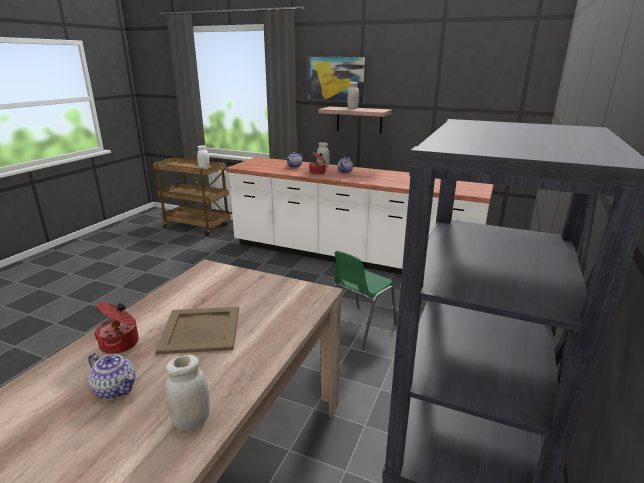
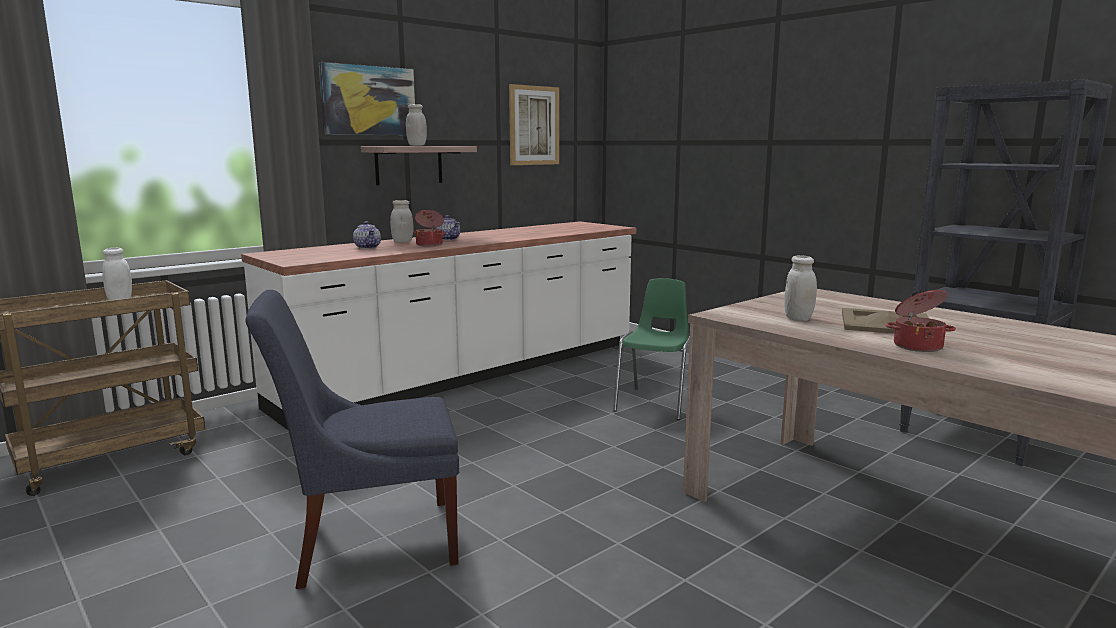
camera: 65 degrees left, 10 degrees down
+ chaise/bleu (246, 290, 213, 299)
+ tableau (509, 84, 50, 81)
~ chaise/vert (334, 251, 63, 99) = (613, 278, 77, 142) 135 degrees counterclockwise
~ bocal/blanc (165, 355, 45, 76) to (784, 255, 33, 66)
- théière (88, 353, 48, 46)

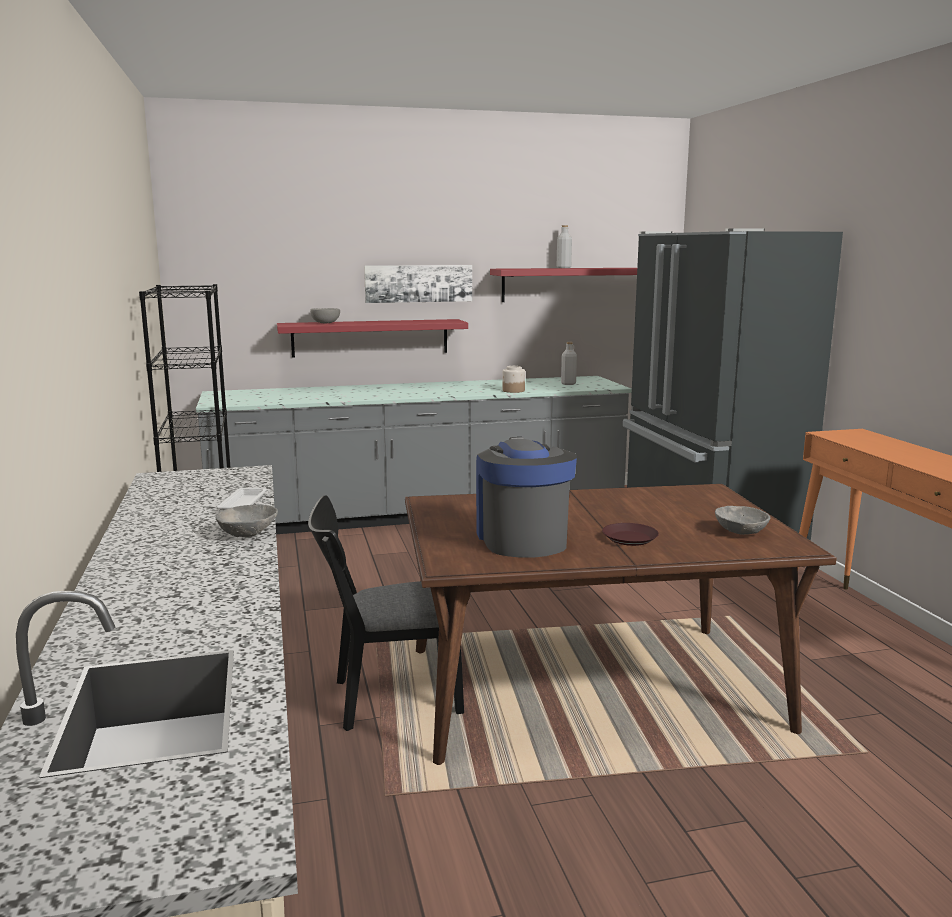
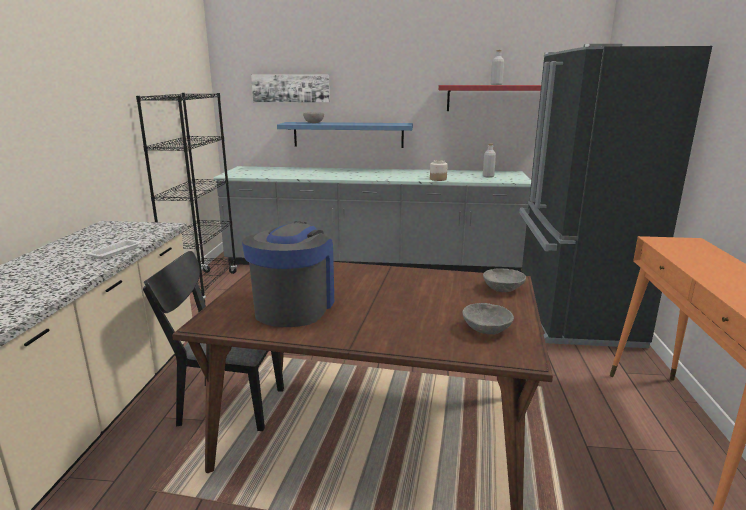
camera: 20 degrees right, 5 degrees up
~ tableau (364, 265, 108, 38) to (251, 75, 79, 28)
~ étagère/rouge (277, 319, 191, 39) to étagère/bleu (277, 122, 136, 26)
~ bol/gris (216, 505, 62, 32) to (483, 268, 43, 24)
- assiette/marron (602, 523, 57, 23)

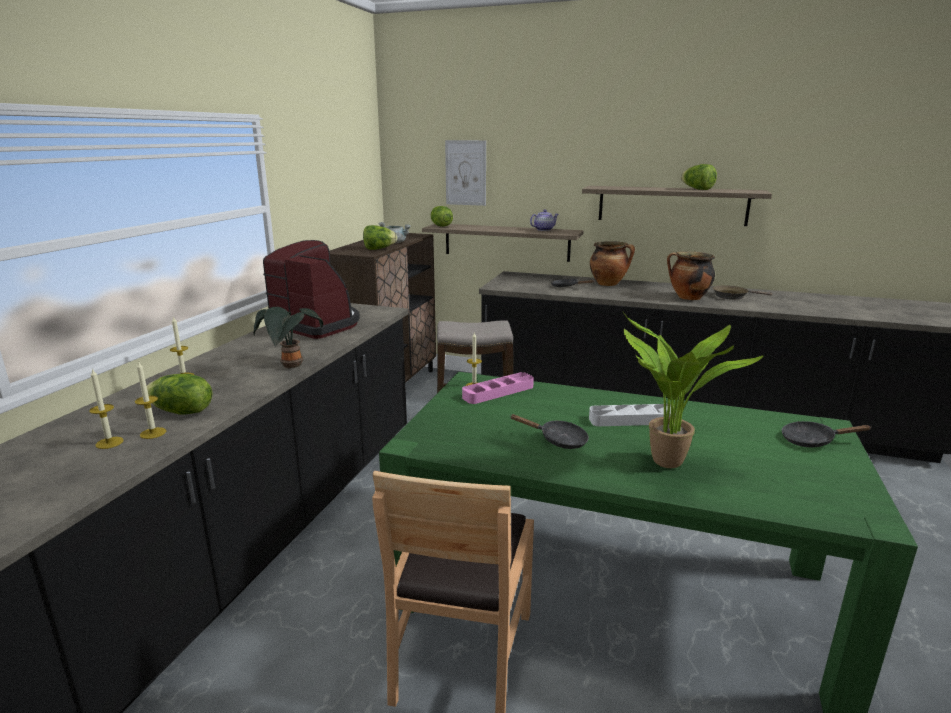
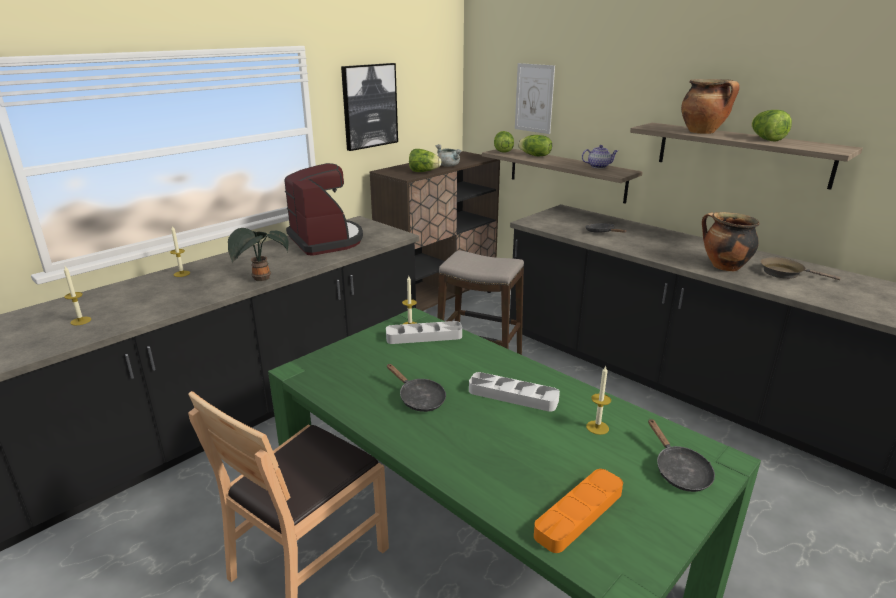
camera: 25 degrees right, 5 degrees up
+ tableau (341, 63, 57, 88)
~ plateau/rose (462, 372, 72, 32) to plateau/gris (386, 321, 76, 23)
~ laitue (147, 374, 65, 40) to (518, 135, 34, 21)
+ plateau/orange (534, 469, 89, 84)
~ bougie (135, 361, 31, 78) to (586, 366, 25, 69)
~ poêle/noir (782, 421, 89, 26) = (648, 419, 67, 73) 135 degrees counterclockwise
~ marmite (590, 241, 45, 45) to (681, 79, 58, 55)
- plante en pot (623, 312, 140, 156)

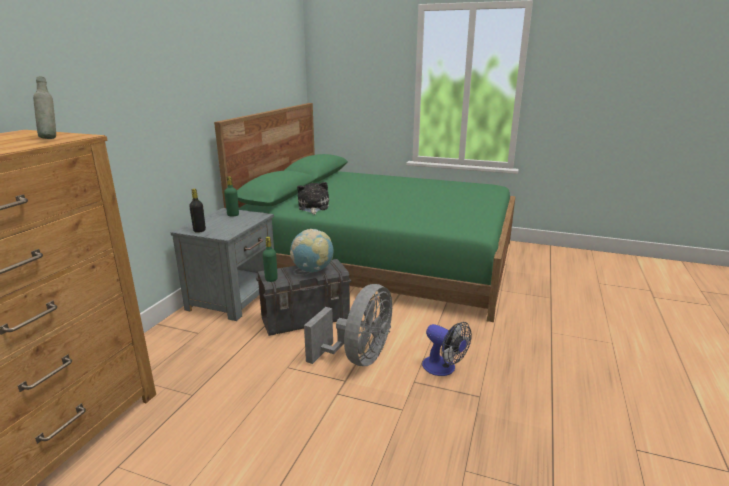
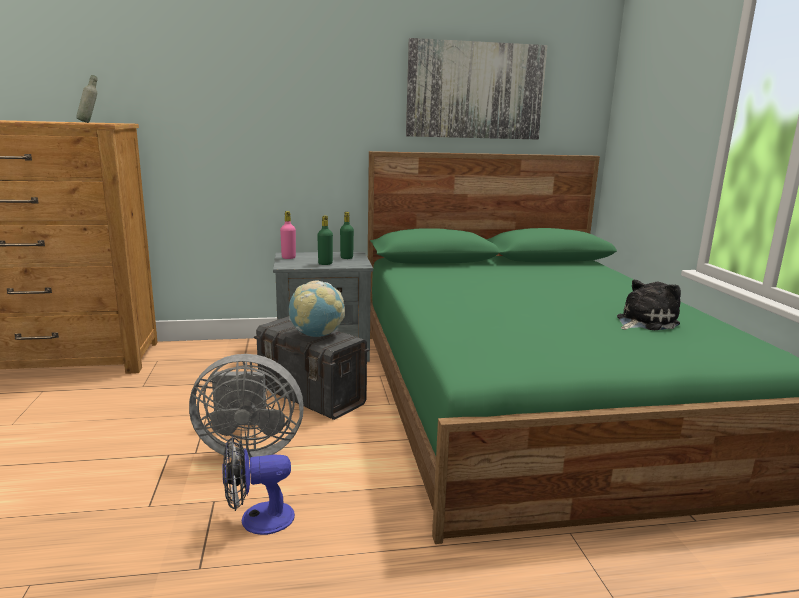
camera: 60 degrees right, 5 degrees down
~ ventilateur (422, 322, 50, 54) = (222, 437, 73, 98) 60 degrees clockwise
~ bouteille/noir (189, 189, 17, 44) to bouteille/rose (280, 211, 16, 48)
~ bouteille/vert (263, 237, 15, 45) to (317, 216, 16, 49)
+ tableau (406, 38, 141, 102)
~ peluche (297, 182, 32, 33) to (617, 280, 64, 50)

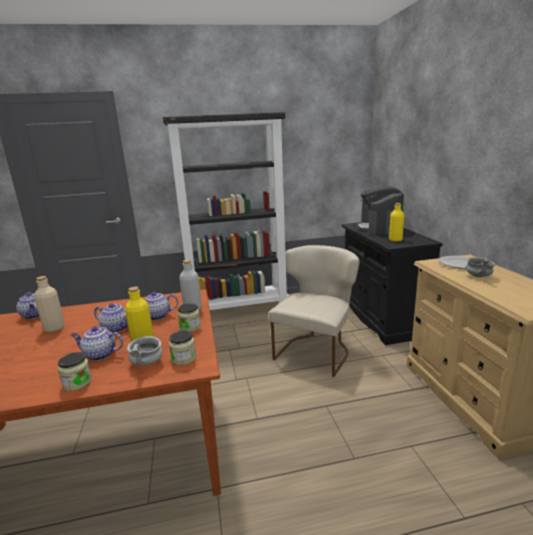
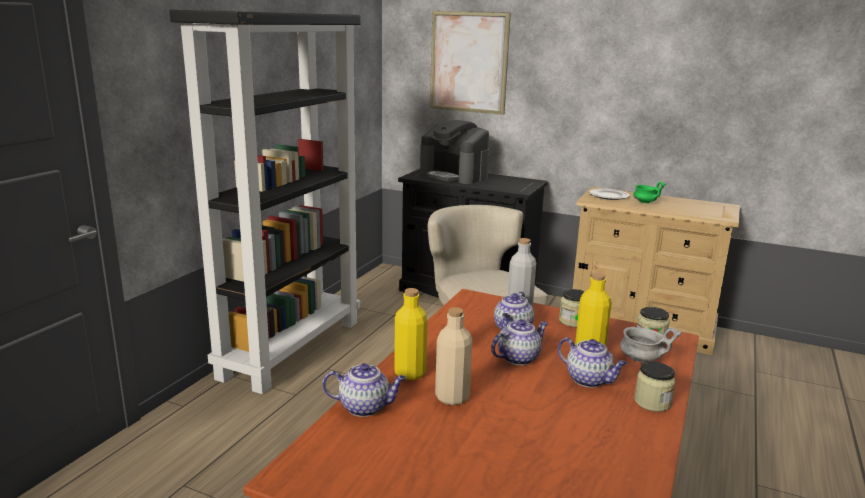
camera: 55 degrees left, 0 degrees up
~ bouteille/jaune (389, 203, 15, 39) to (394, 288, 34, 92)
+ tableau (430, 11, 81, 104)
~ théière (71, 326, 52, 35) = (558, 338, 70, 49) 90 degrees counterclockwise
~ bol/gris (465, 257, 30, 21) to bol/vert (633, 182, 33, 21)

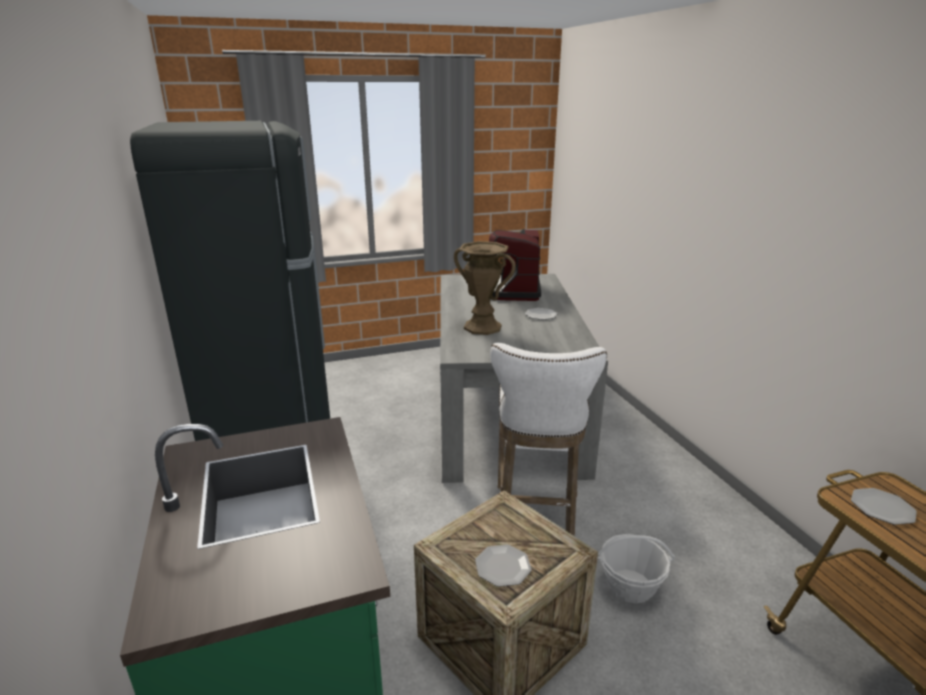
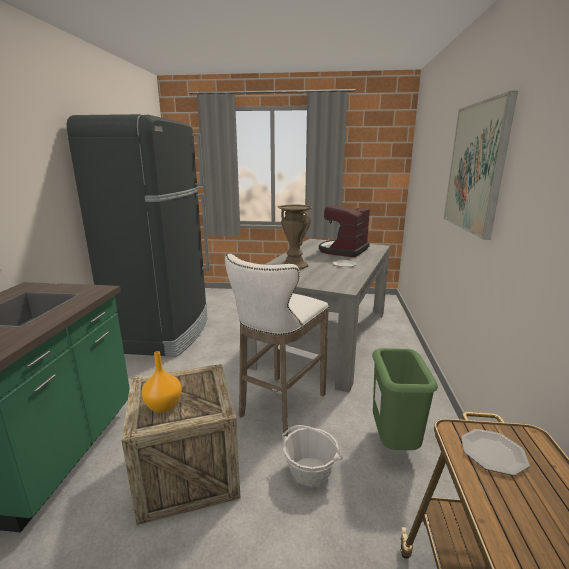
camera: 25 degrees right, 5 degrees down
~ assiette (475, 545, 57, 42) to vase/orange (142, 351, 40, 62)
+ poubelle/vert (372, 348, 66, 102)
+ tableau (443, 91, 75, 149)

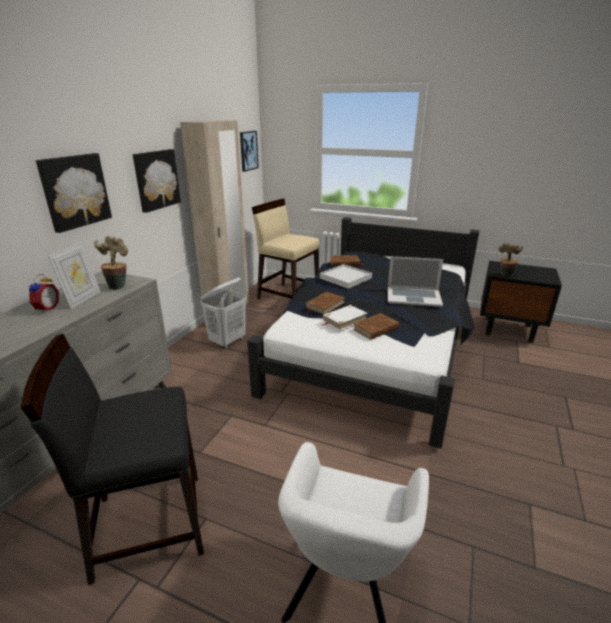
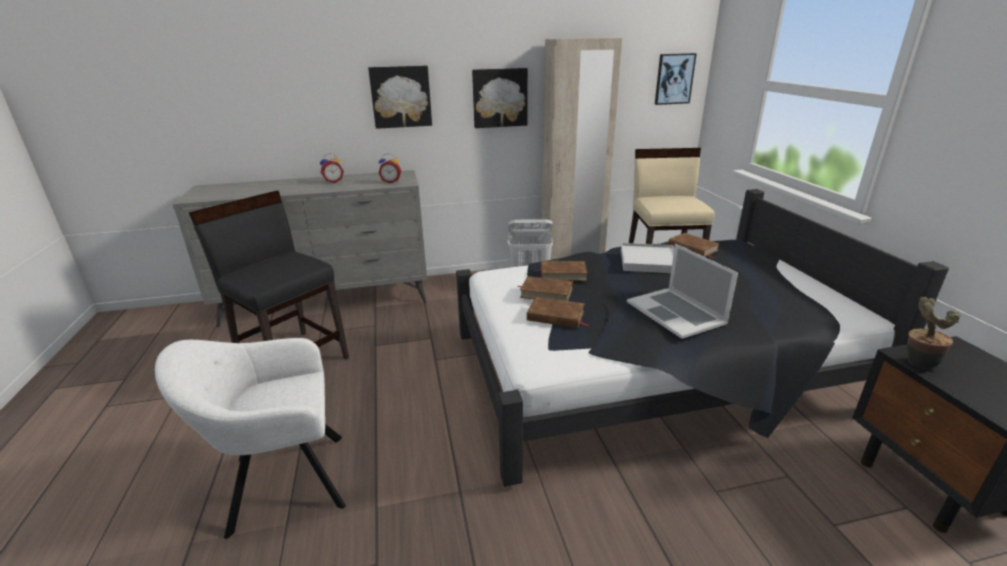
camera: 55 degrees right, 0 degrees up
~ plante en pot (94, 236, 34, 54) to réveil (378, 154, 24, 29)
~ livre/blanc (322, 305, 45, 25) to livre/marron (517, 276, 56, 25)
- cadre photo (48, 242, 53, 67)

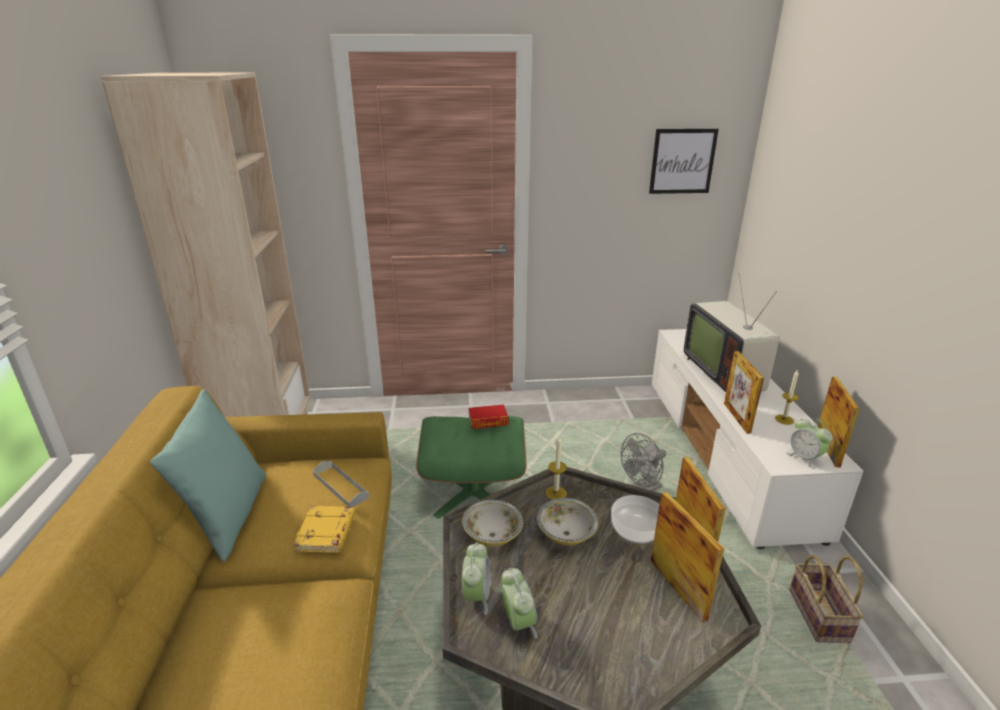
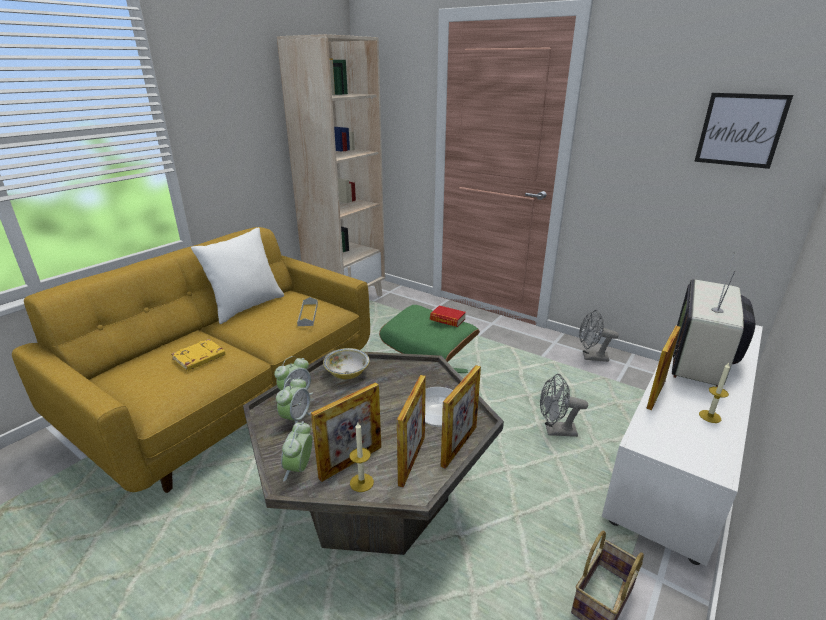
camera: 40 degrees right, 0 degrees up
~ livre/jaune (293, 506, 62, 47) to (172, 339, 53, 32)
~ coussin/turquoise (150, 389, 116, 173) to coussin/blanc (191, 228, 93, 96)
~ réveil (786, 418, 47, 51) to (281, 421, 31, 61)
~ cadre photo (818, 377, 42, 91) to (311, 382, 70, 100)
~ bougie (546, 437, 21, 63) to (349, 423, 25, 69)
+ ventilateur/gris (579, 310, 40, 52)
- bol (537, 498, 61, 48)

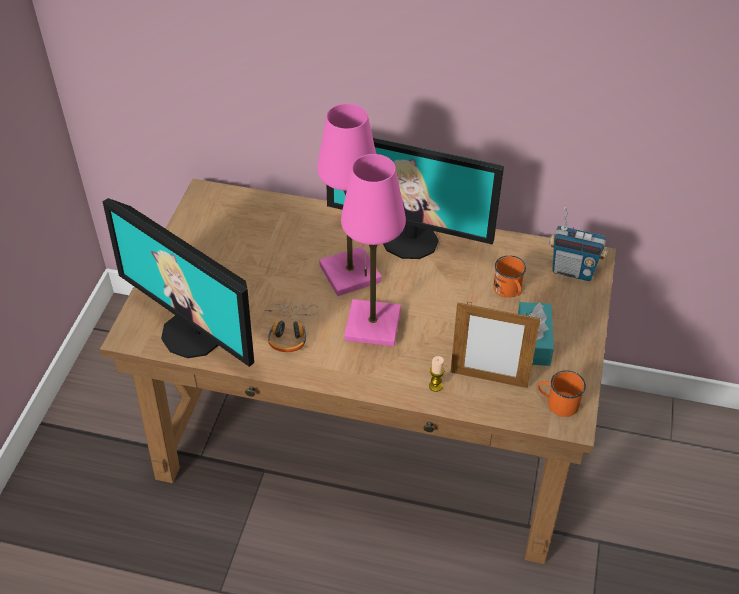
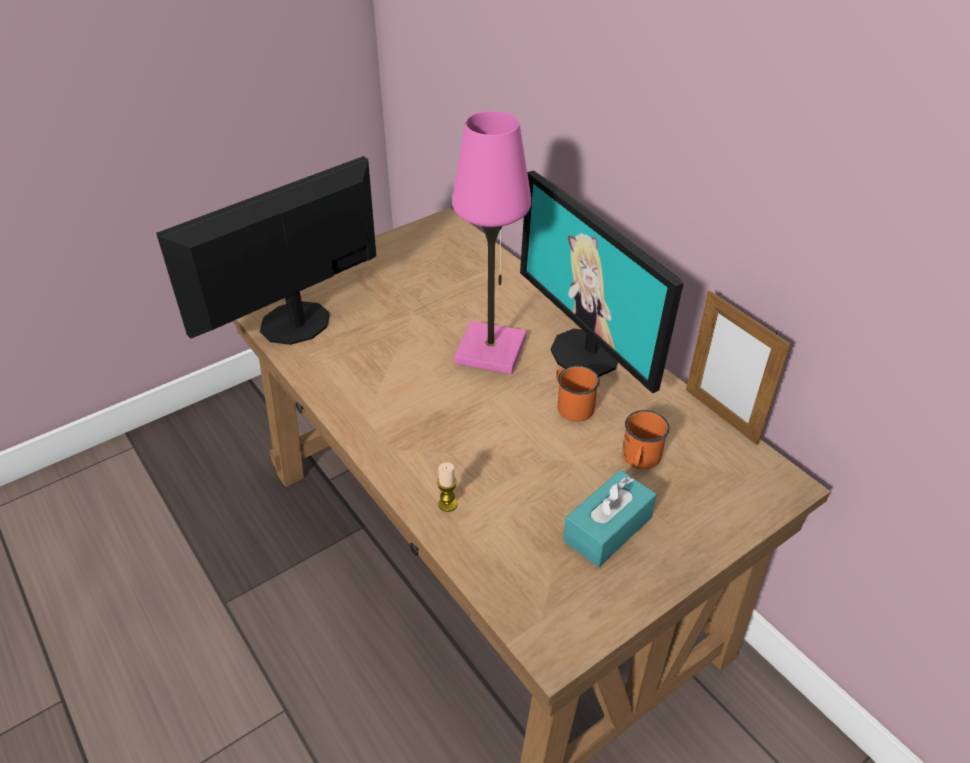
camera: 40 degrees right, 5 degrees down
~ écran d'ordinateur (103, 198, 151, 169) = (156, 156, 220, 189) 60 degrees clockwise
~ mug/orange (538, 370, 48, 47) to (556, 366, 44, 55)
~ cadre photo (451, 302, 90, 86) to (686, 290, 105, 155)
- casque audio (265, 302, 54, 50)
- lampe de table/rose (341, 154, 65, 193)
- radio (549, 207, 59, 74)

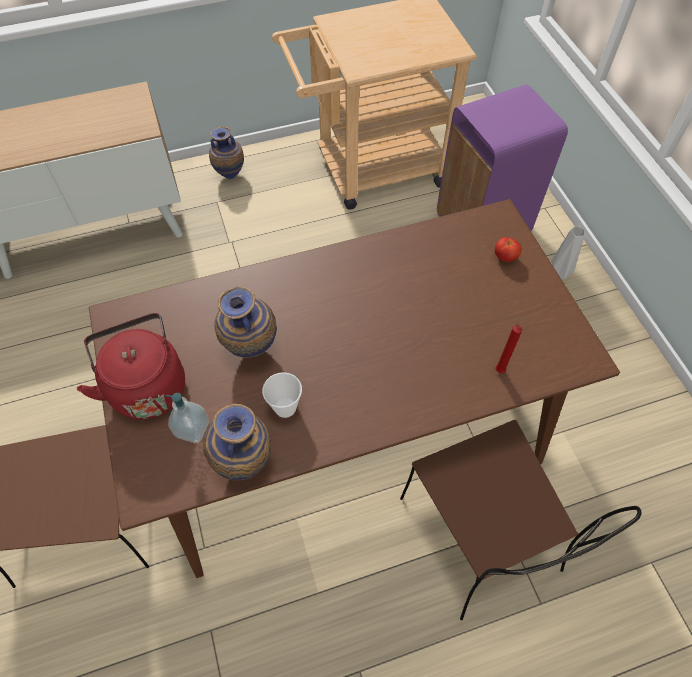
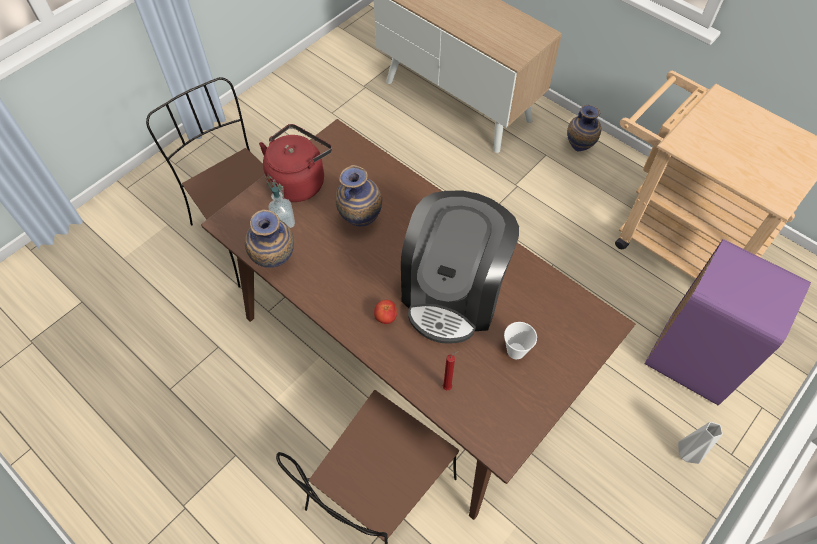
camera: 60 degrees right, 0 degrees up
~ tomate (495, 237, 27, 25) to (374, 300, 23, 24)
+ machine à café (401, 191, 118, 153)
~ tasse (262, 372, 40, 46) to (504, 322, 33, 37)

